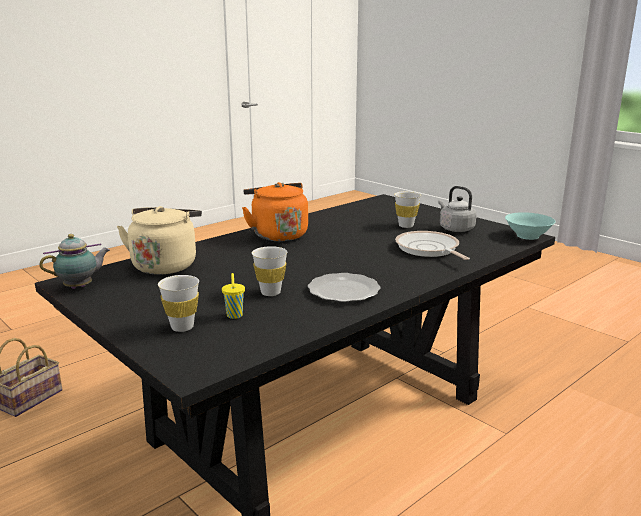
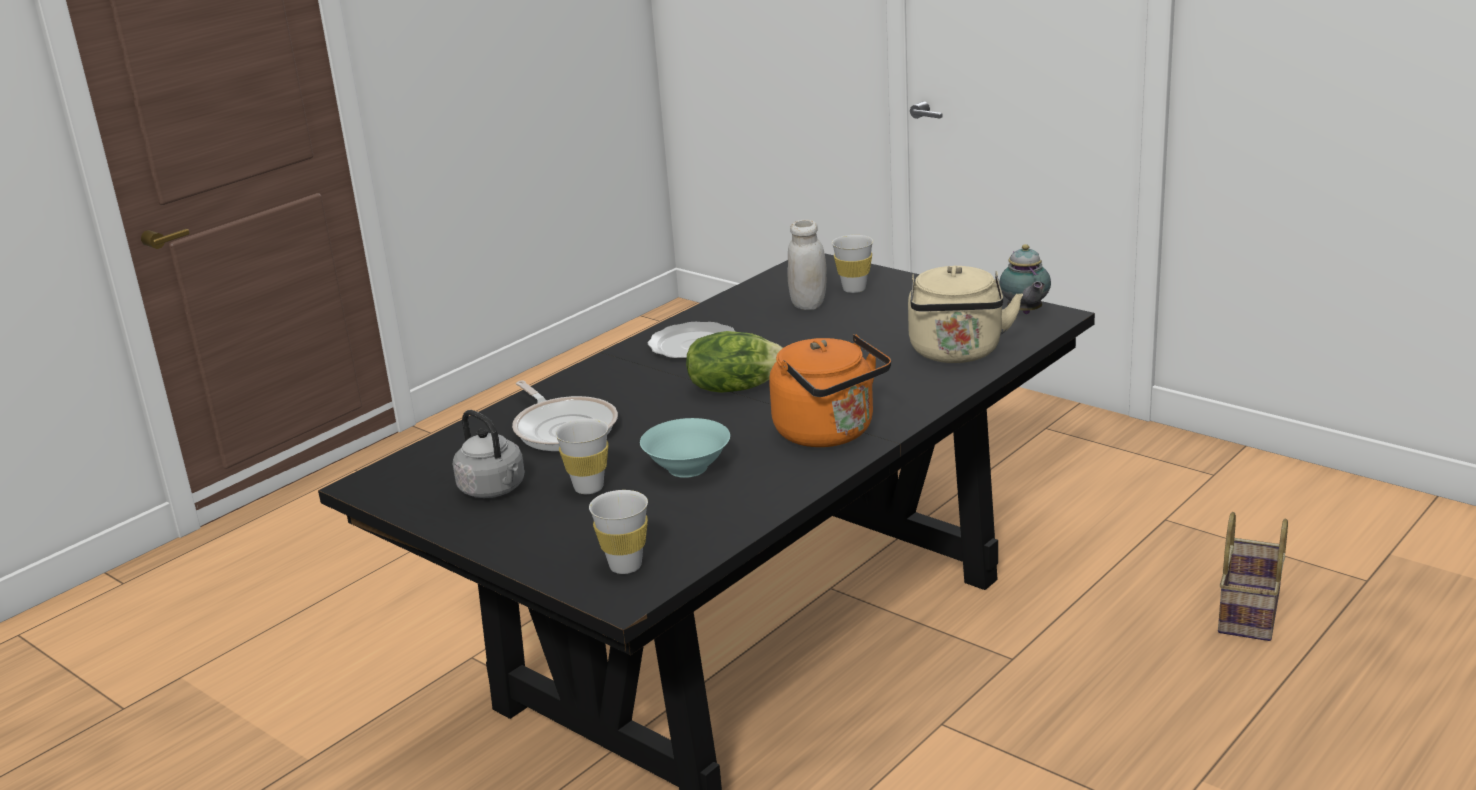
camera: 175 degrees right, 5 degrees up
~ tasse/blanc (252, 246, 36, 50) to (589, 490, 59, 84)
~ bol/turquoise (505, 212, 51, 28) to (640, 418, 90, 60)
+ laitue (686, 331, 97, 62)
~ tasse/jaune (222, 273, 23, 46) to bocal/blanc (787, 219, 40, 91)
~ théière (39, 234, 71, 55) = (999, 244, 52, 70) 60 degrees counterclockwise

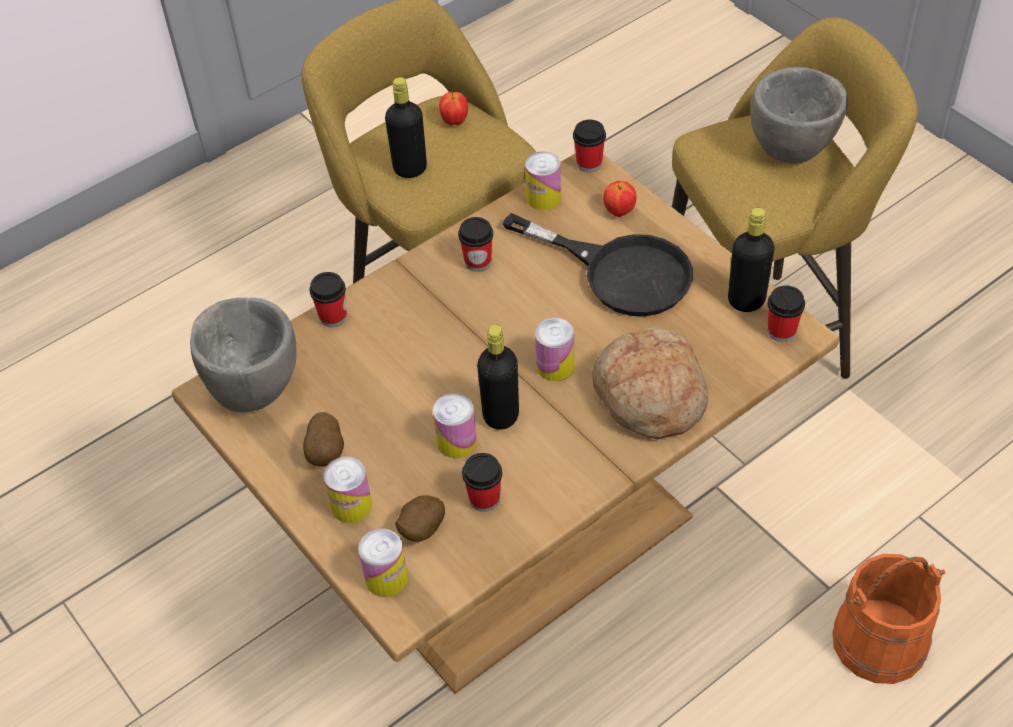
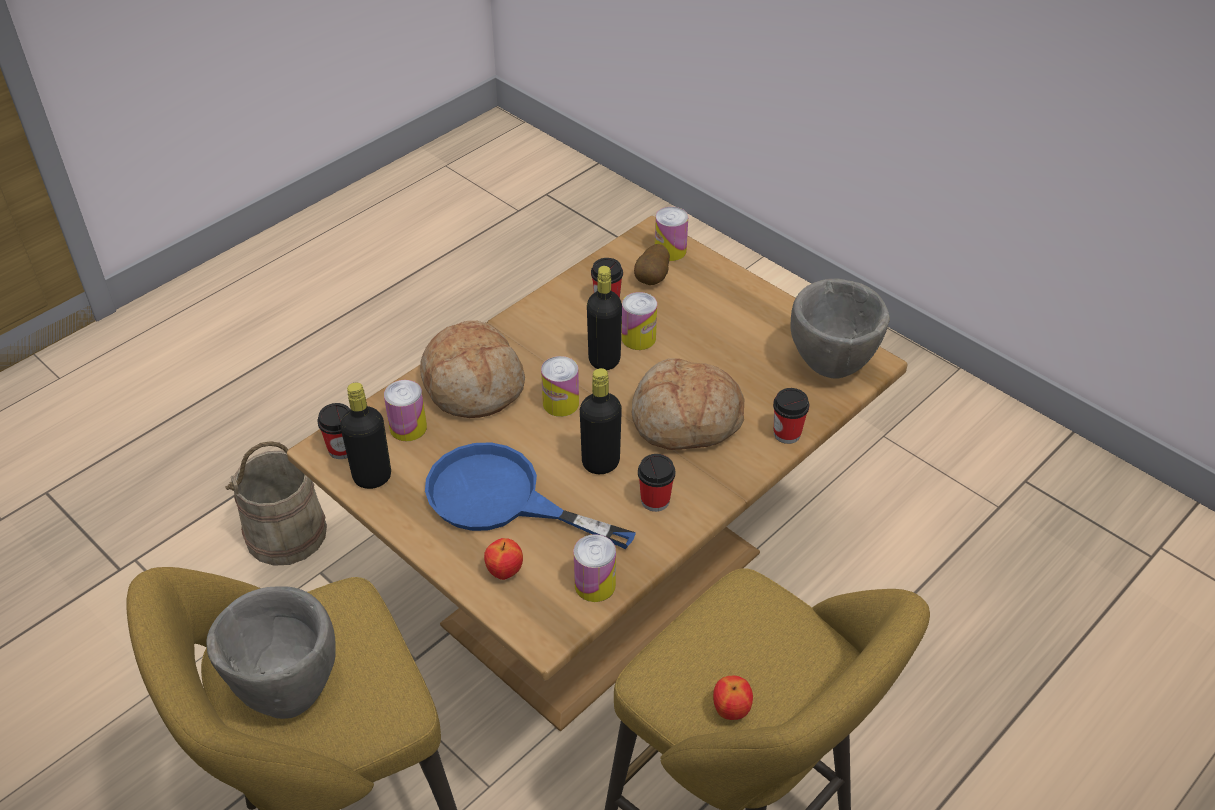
camera: 170 degrees right, 5 degrees down
~ seau/orange (832, 554, 113, 130) to seau/beige (225, 441, 102, 125)
~ boîte métallique (323, 457, 49, 66) to (384, 380, 43, 61)
~ poêle/noir (502, 213, 191, 103) to poêle/bleu (425, 442, 211, 107)
~ bouteille/noir (385, 77, 42, 101) to (580, 368, 42, 106)
+ pain (632, 358, 112, 92)
- pomme de terre (303, 412, 41, 54)
- tasse (573, 120, 33, 52)

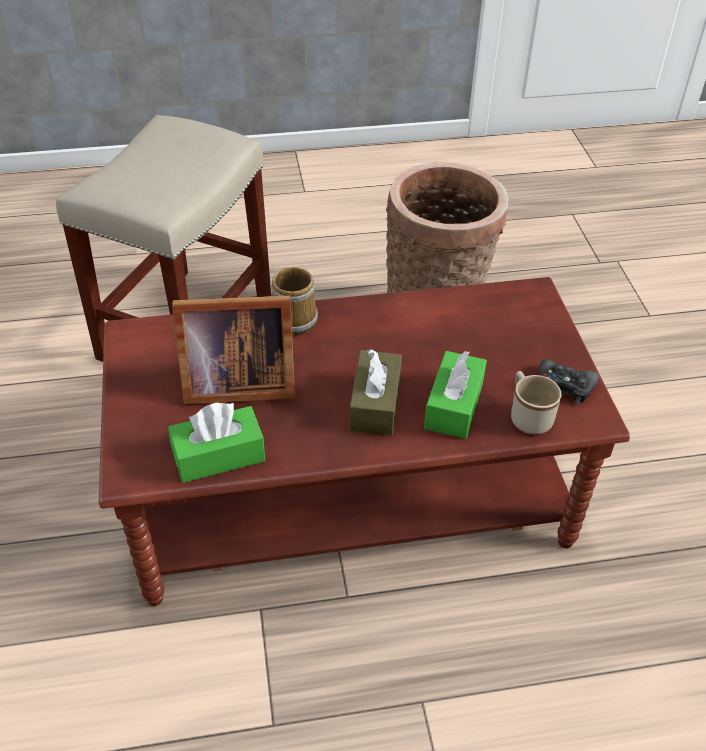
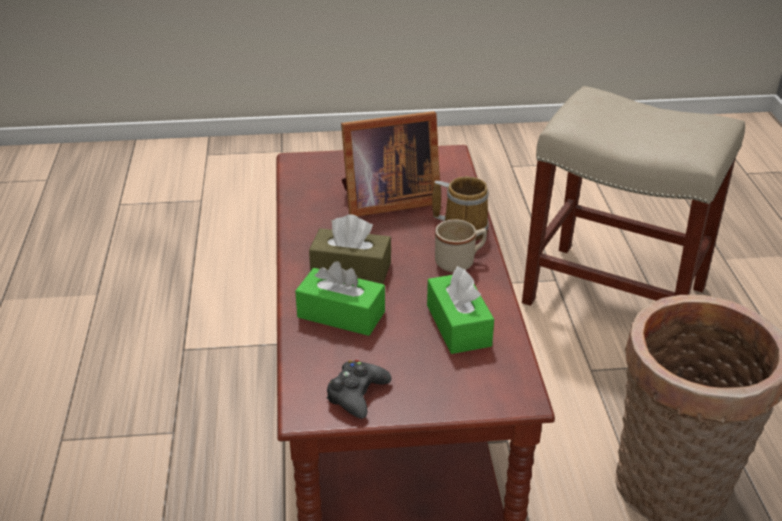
camera: 95 degrees right, 10 degrees down
~ cadre photo (172, 296, 123, 108) = (341, 111, 99, 105) 105 degrees counterclockwise
~ boîte à mouchoirs/vert (168, 403, 97, 80) to (427, 266, 67, 88)
~ mug/beige (511, 371, 51, 63) to (435, 219, 52, 54)

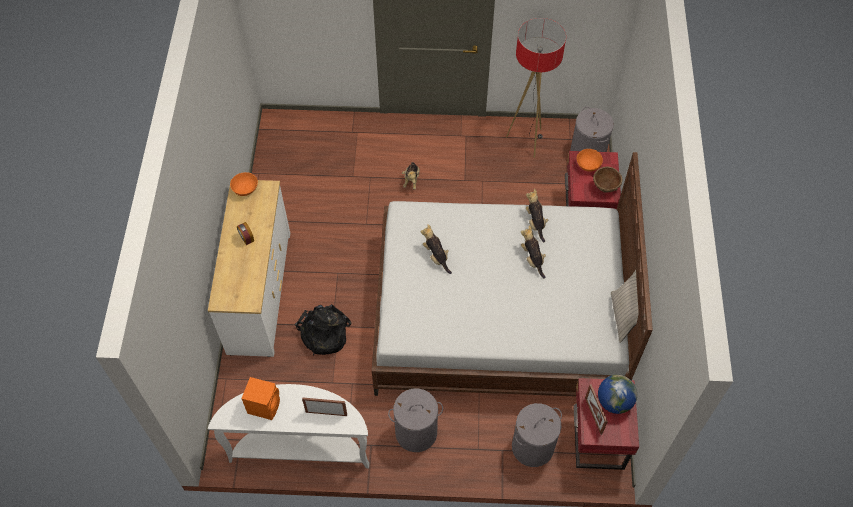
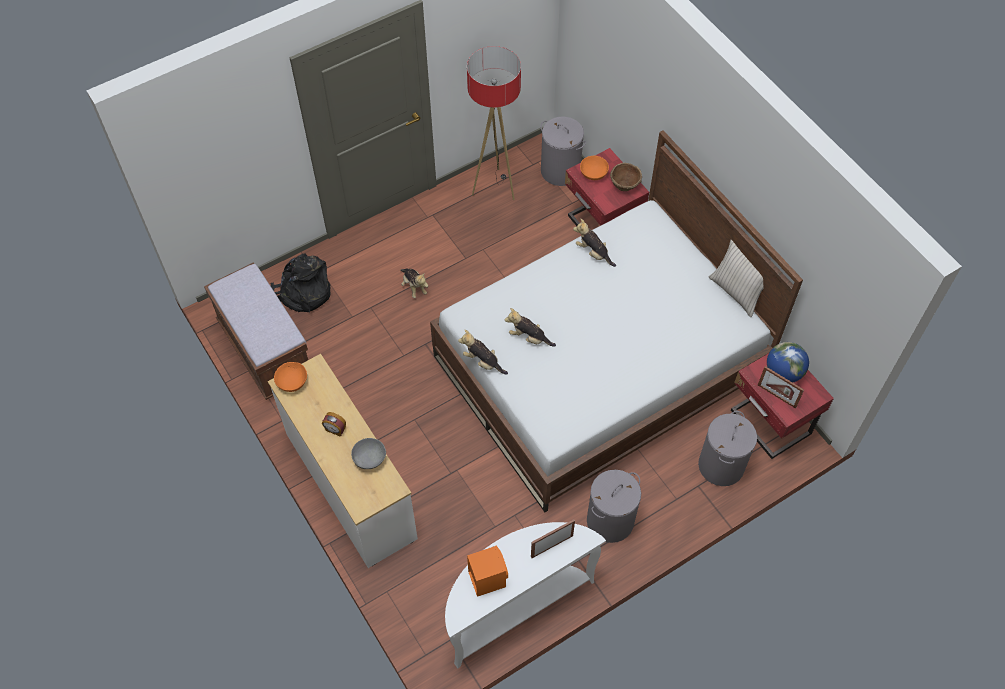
camera: 35 degrees left, 0 degrees up
+ banc/marron (204, 262, 104, 138)
~ sac à dos/noir (295, 304, 57, 51) to (270, 253, 61, 59)
+ bol/gris (351, 438, 35, 31)
~ peluche (521, 226, 25, 53) to (458, 330, 50, 45)

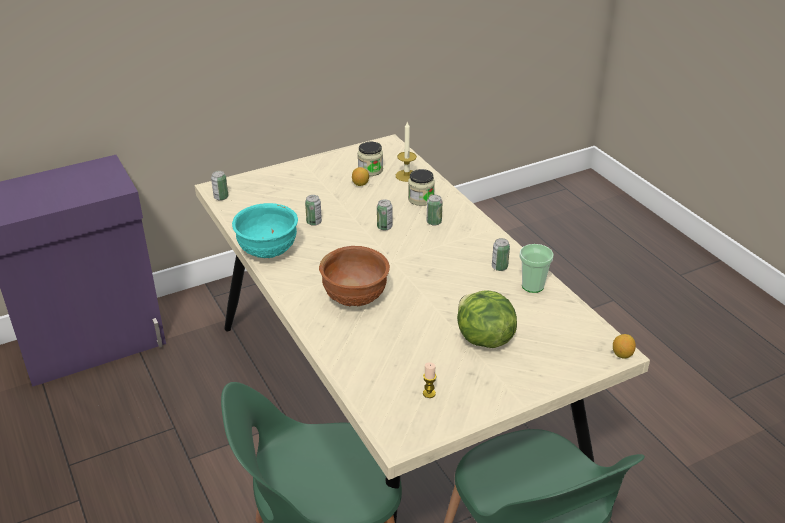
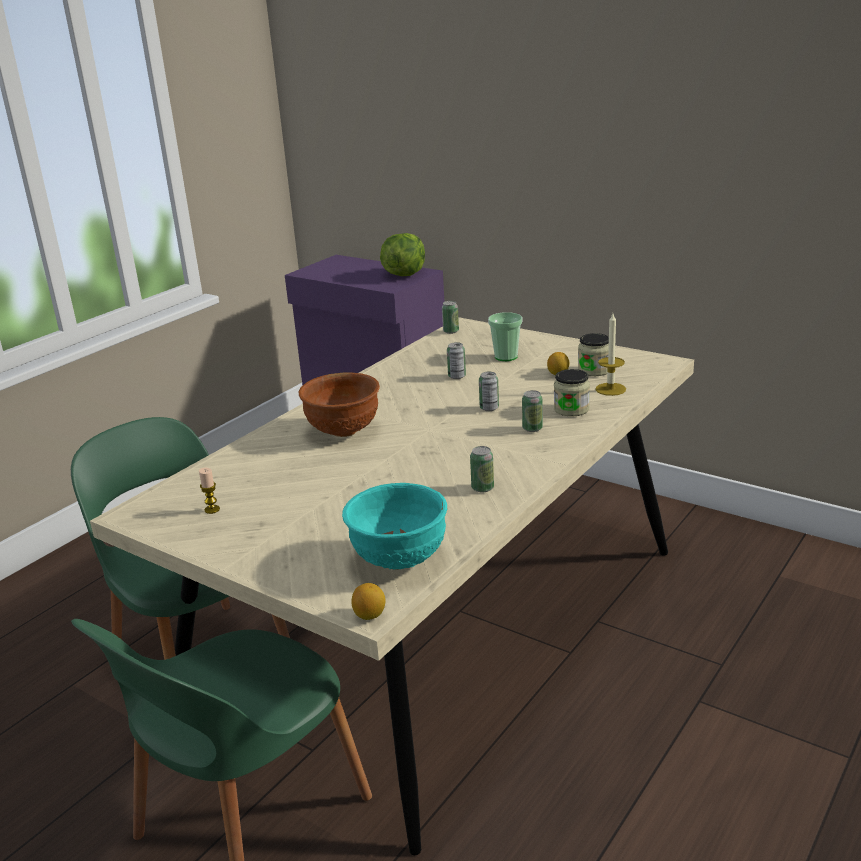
camera: 65 degrees right, 10 degrees down
~ bol/turquoise (232, 203, 66, 55) to (342, 483, 105, 87)
~ laitue (457, 290, 60, 58) to (380, 233, 45, 43)
~ tasse (520, 244, 34, 49) to (488, 312, 34, 49)

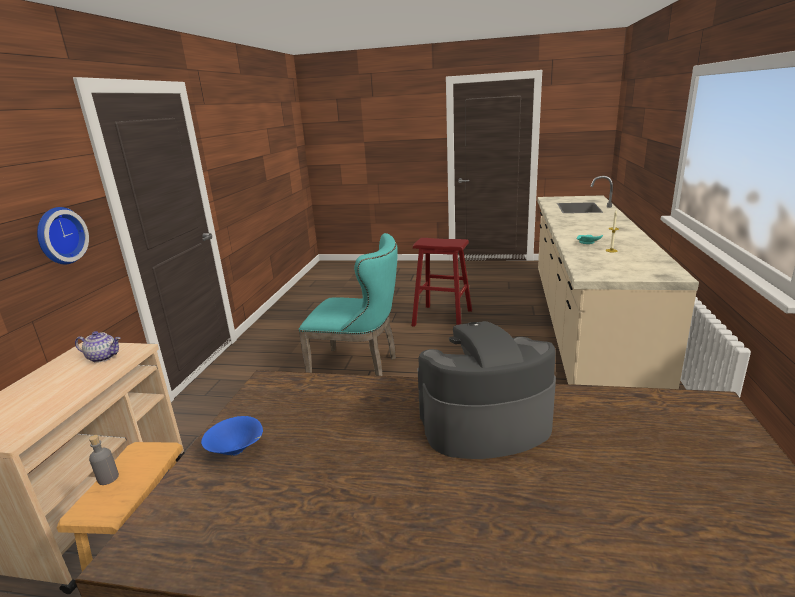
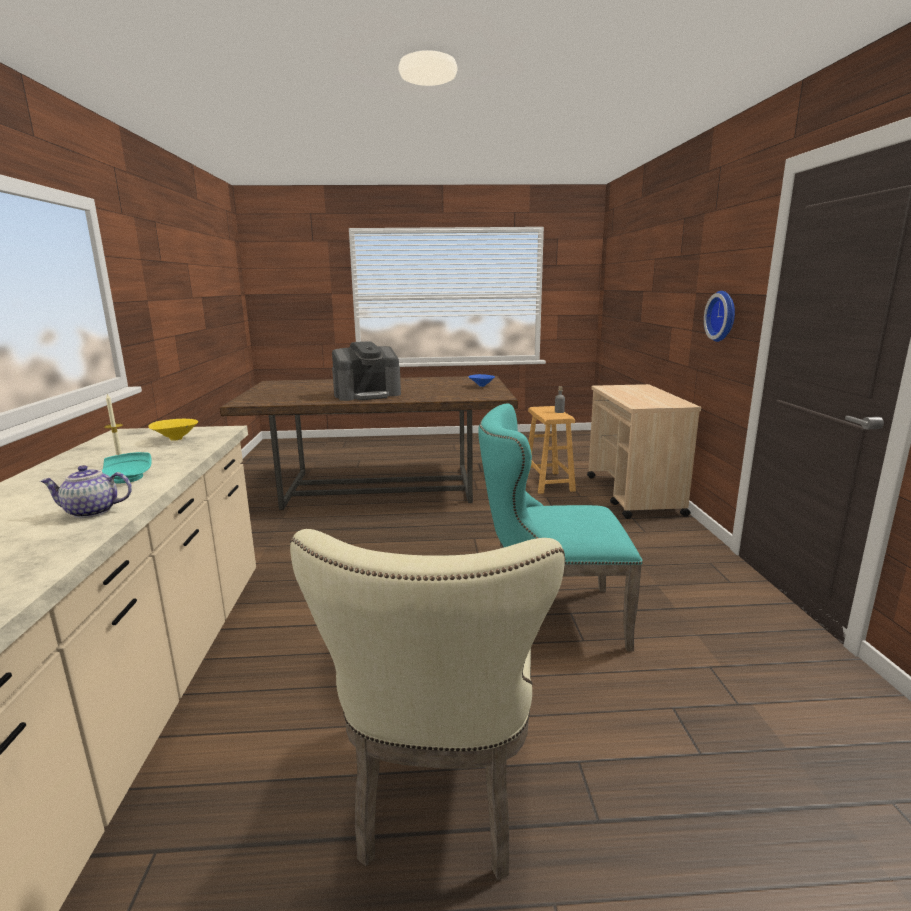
camera: 165 degrees right, 5 degrees down
~ théière (75, 331, 46, 32) to (40, 465, 92, 53)
+ bol/jaune (148, 419, 50, 22)
~ tabouret/rouge (412, 238, 60, 89) to chaise/beige (290, 529, 275, 351)

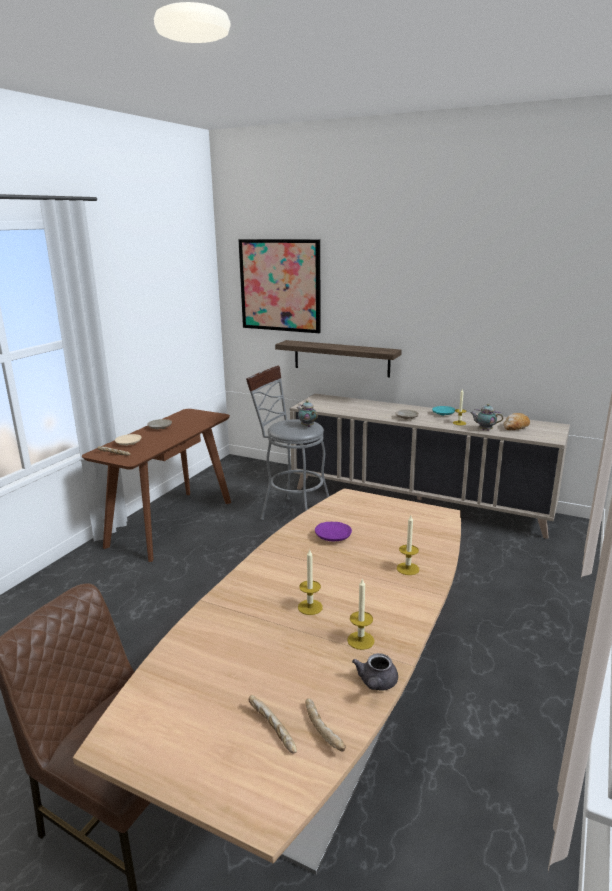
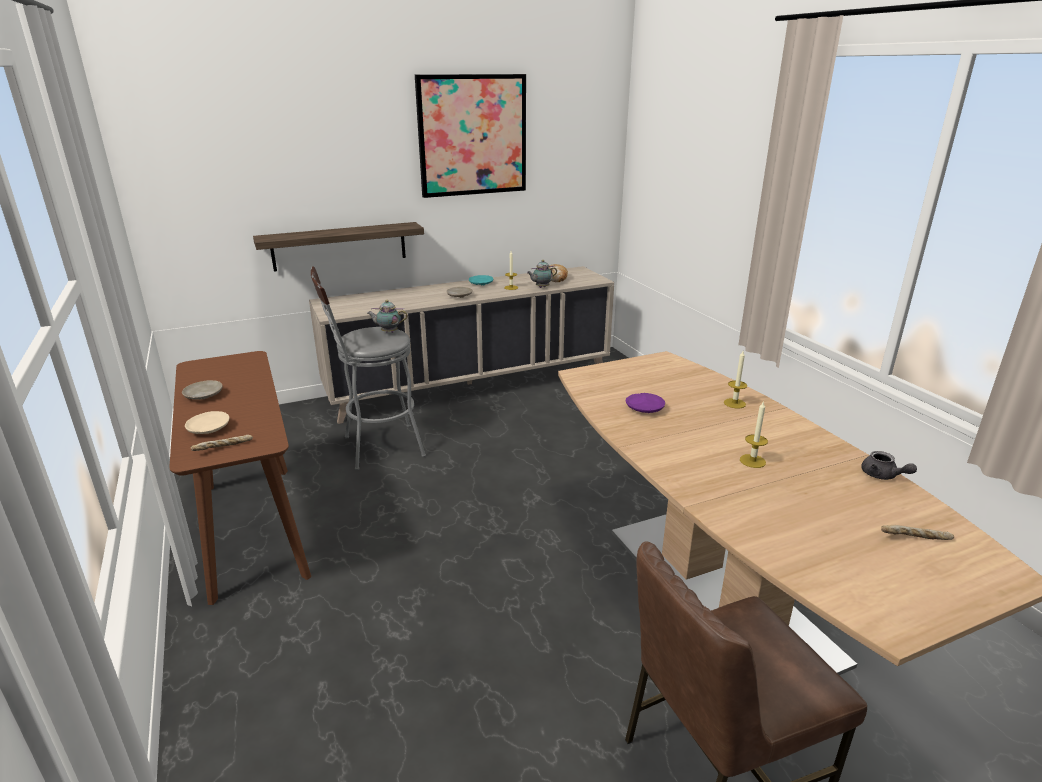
camera: 50 degrees left, 5 degrees up
~ tableau (238, 239, 83, 94) to (415, 74, 111, 124)
- pain (305, 698, 41, 54)
- bougie (347, 578, 28, 72)

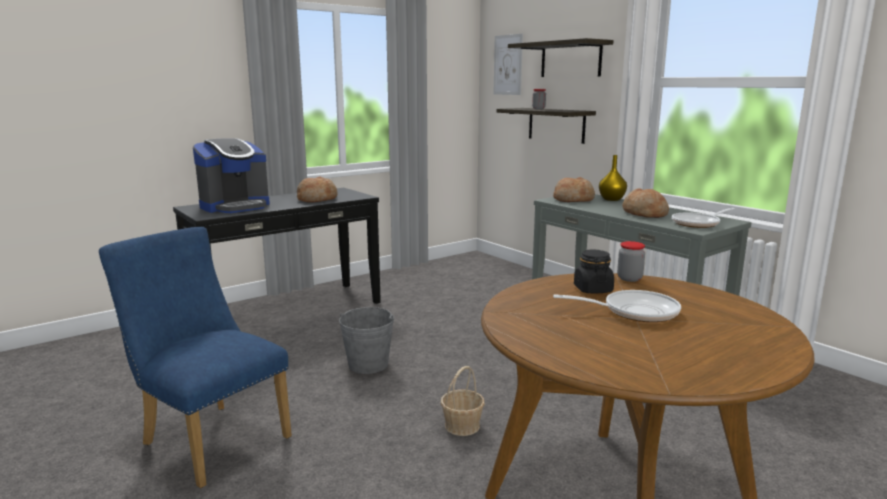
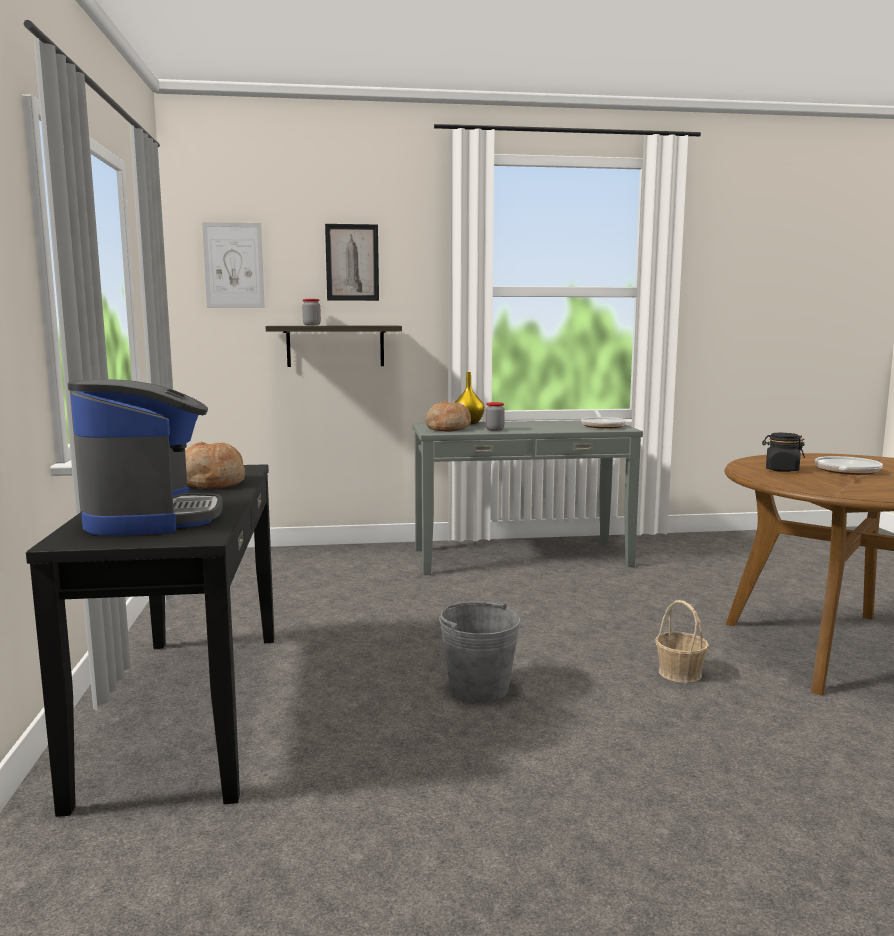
camera: 60 degrees left, 5 degrees down
~ étagère (508, 38, 106, 39) to tableau (325, 224, 54, 77)
~ bocal (617, 241, 28, 41) to (486, 402, 19, 29)
- chaise/bleu (99, 227, 193, 261)
- pain (622, 188, 47, 30)

